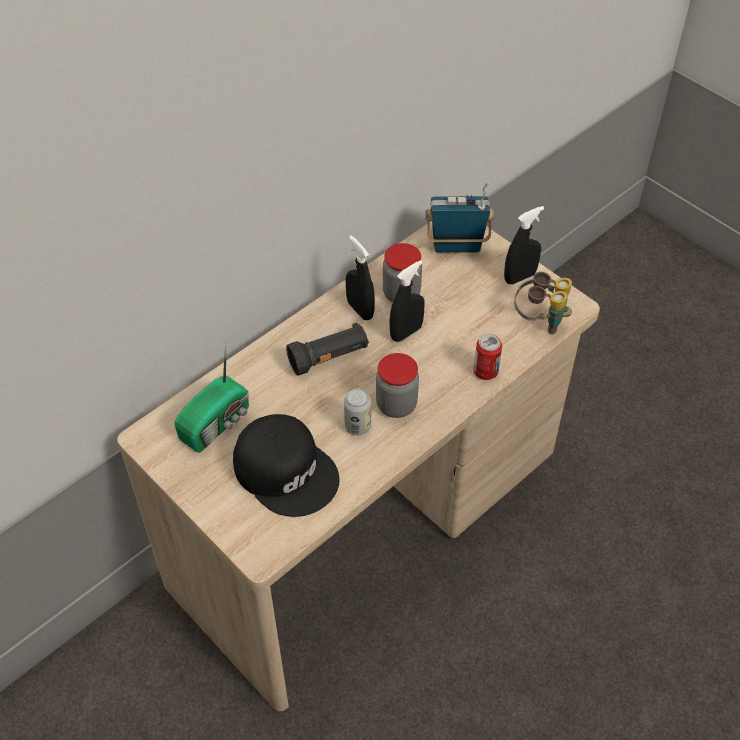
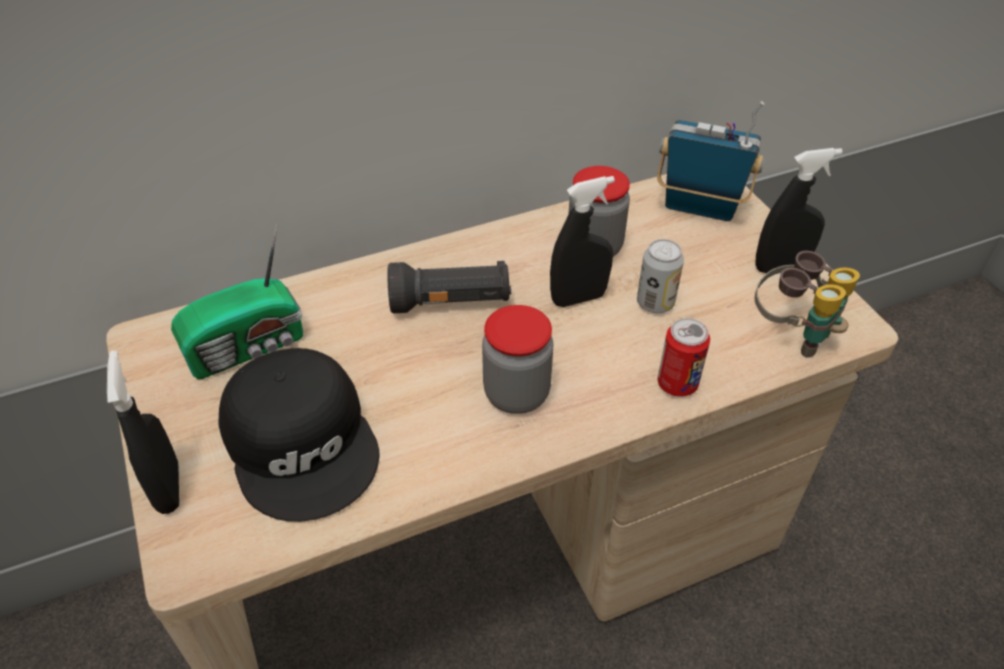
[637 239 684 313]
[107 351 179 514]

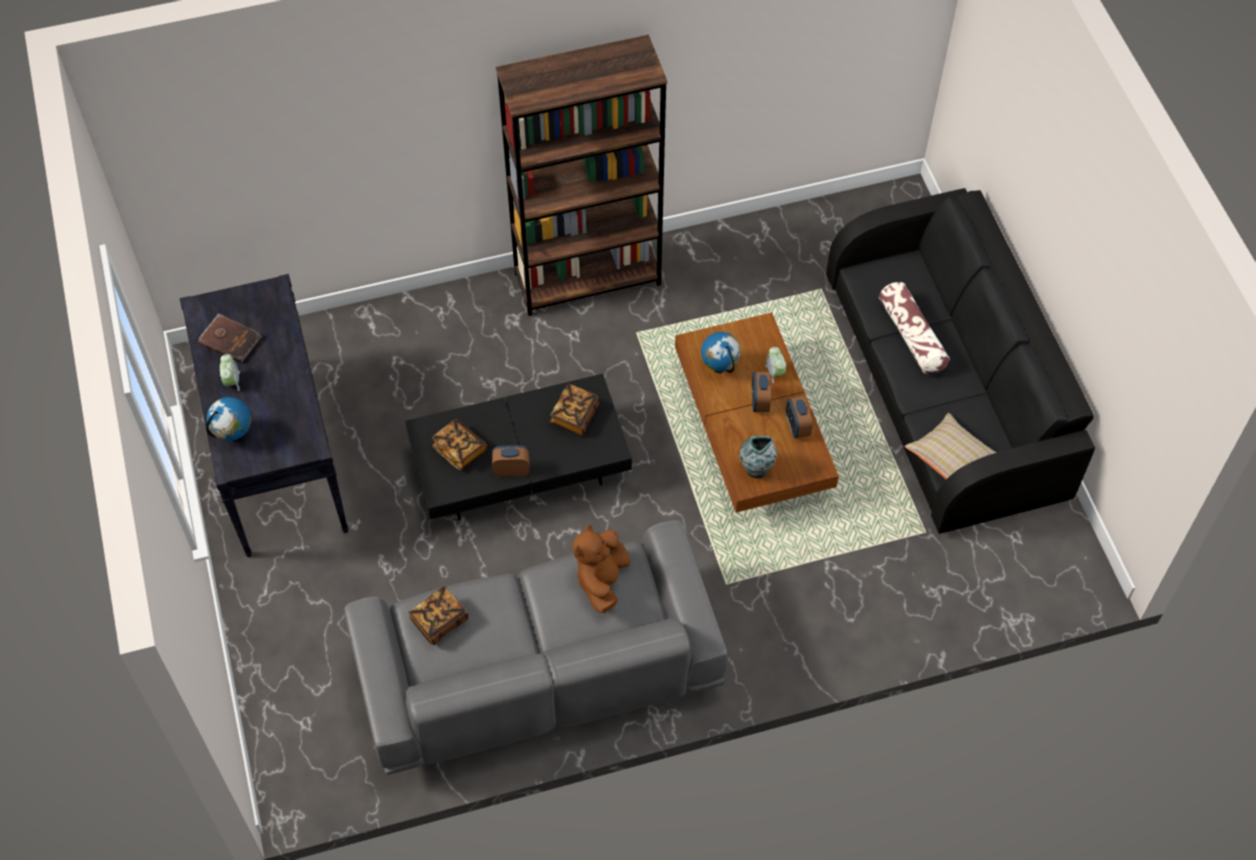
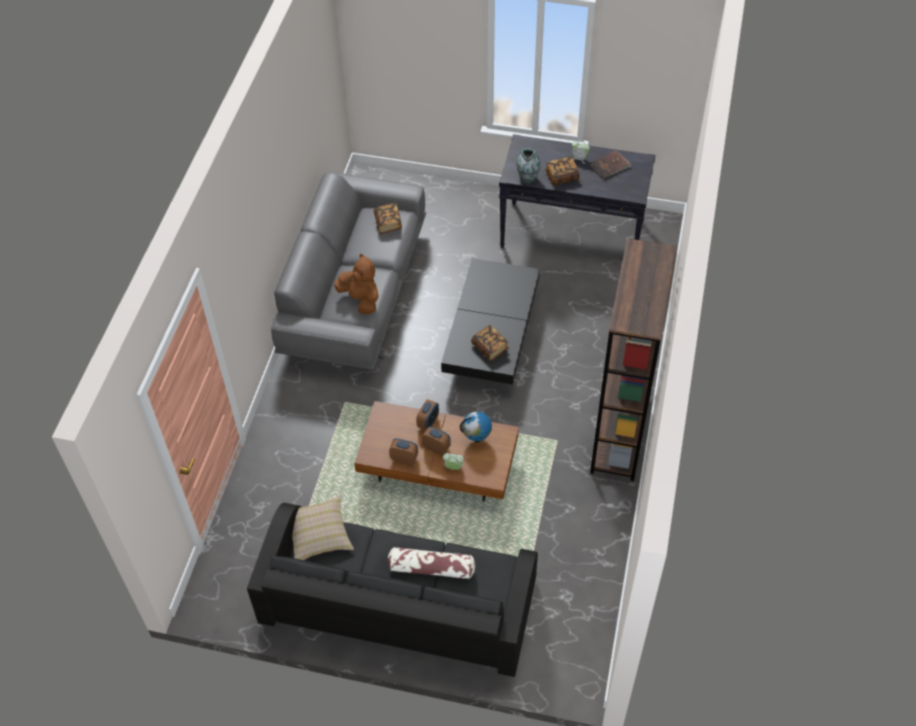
[206 397 251 442] (first image)
[545 157 580 186]
[416 399 439 430]
[516 149 541 184]

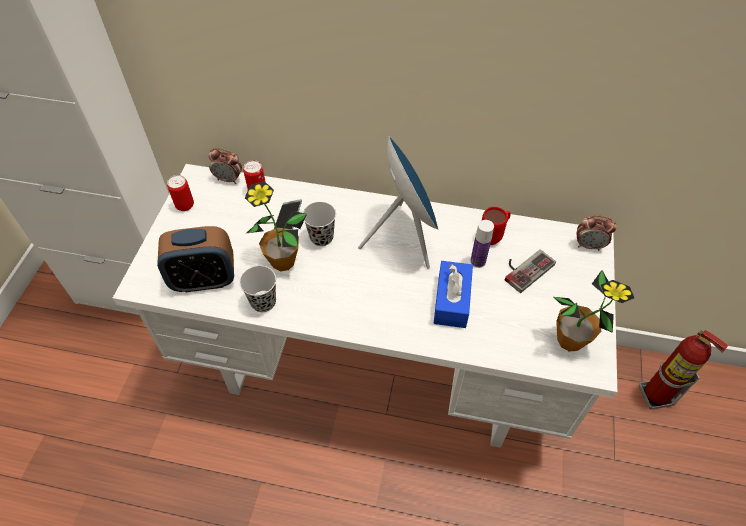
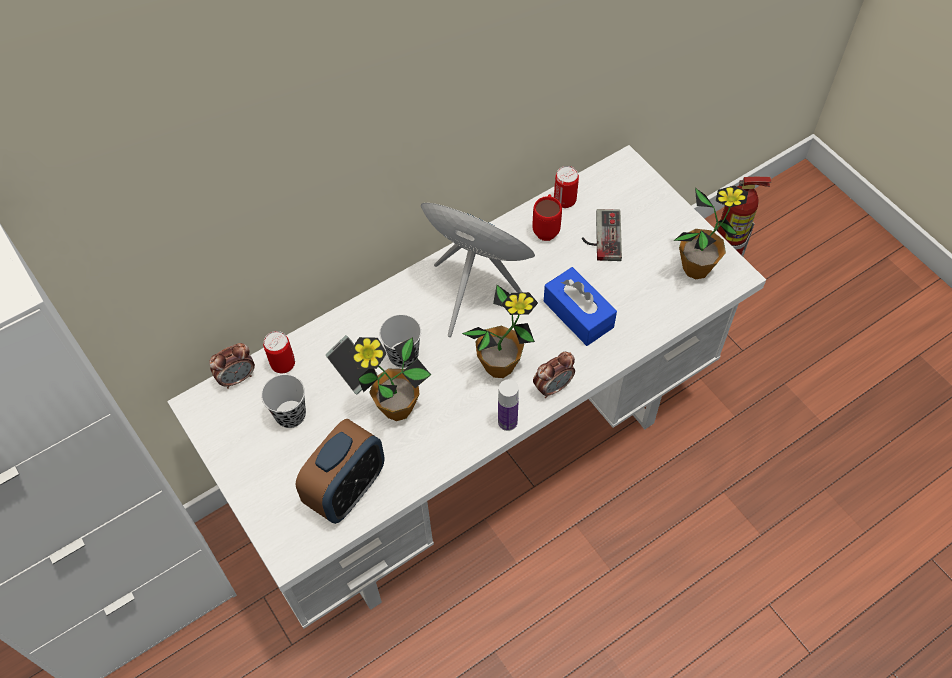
[554 166 579 208]
[261 374 306 428]
[498 379 519 431]
[533 352 575 398]
[462 285 538 378]

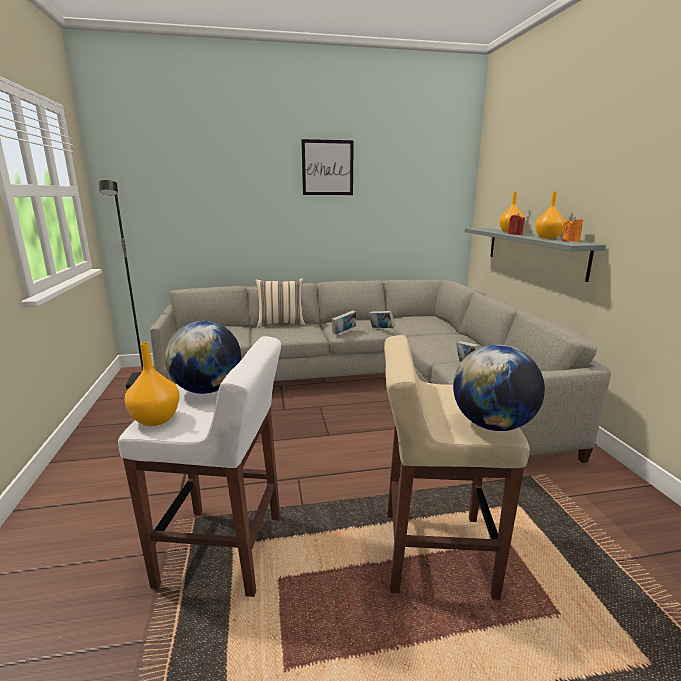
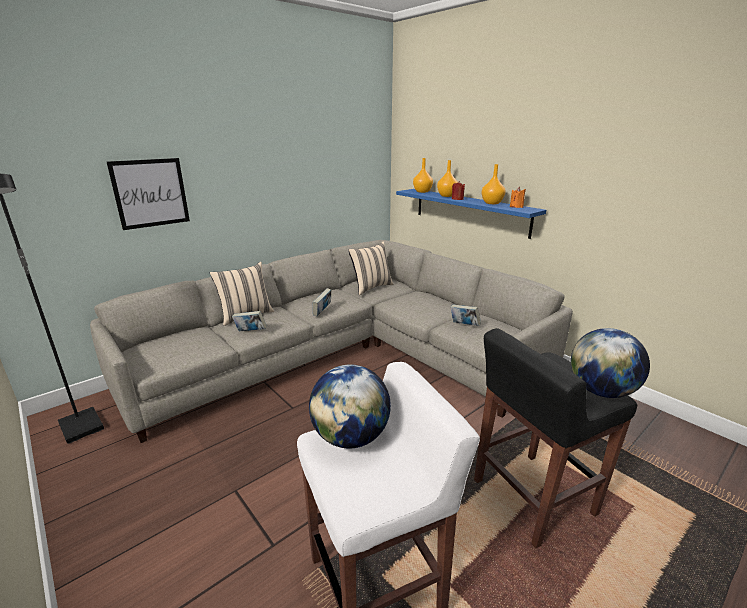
[413 158 433 193]
[107 158 190 230]
[232 311 267 331]
[474 328 637 548]
[396 189 546 239]
[349 241 393 295]

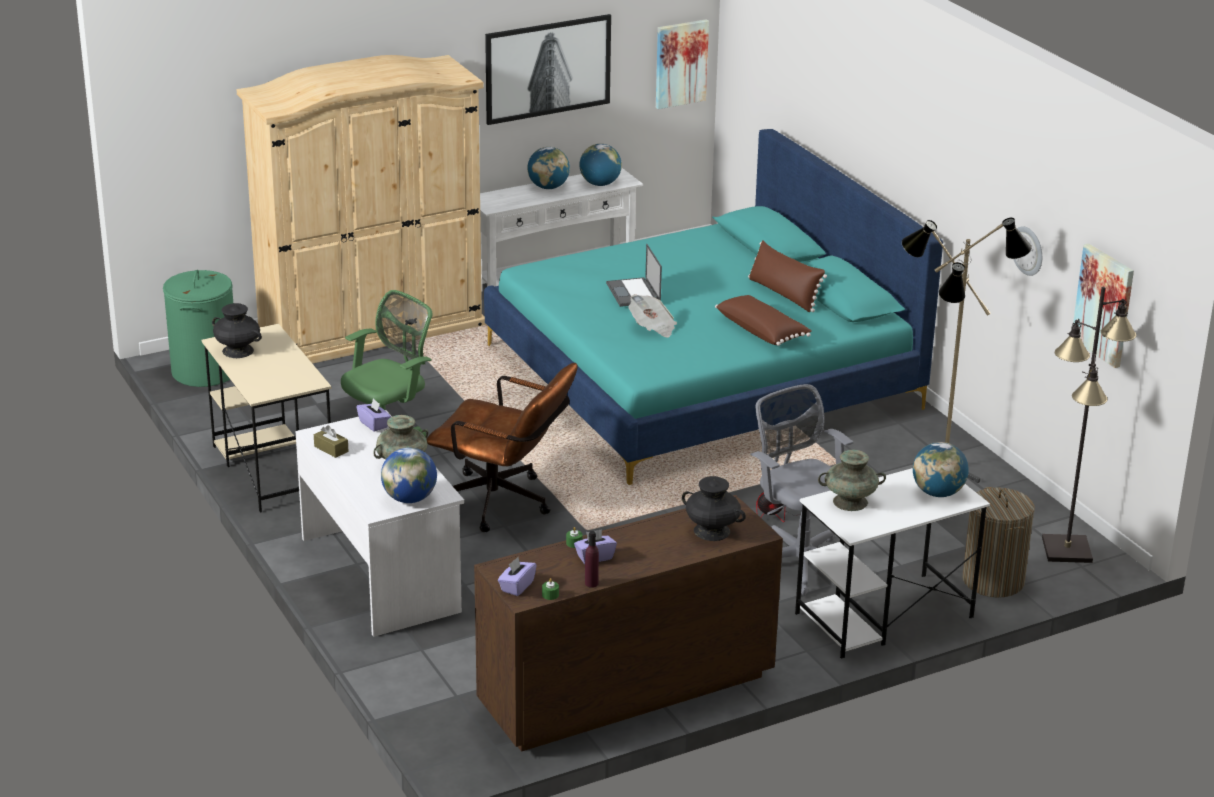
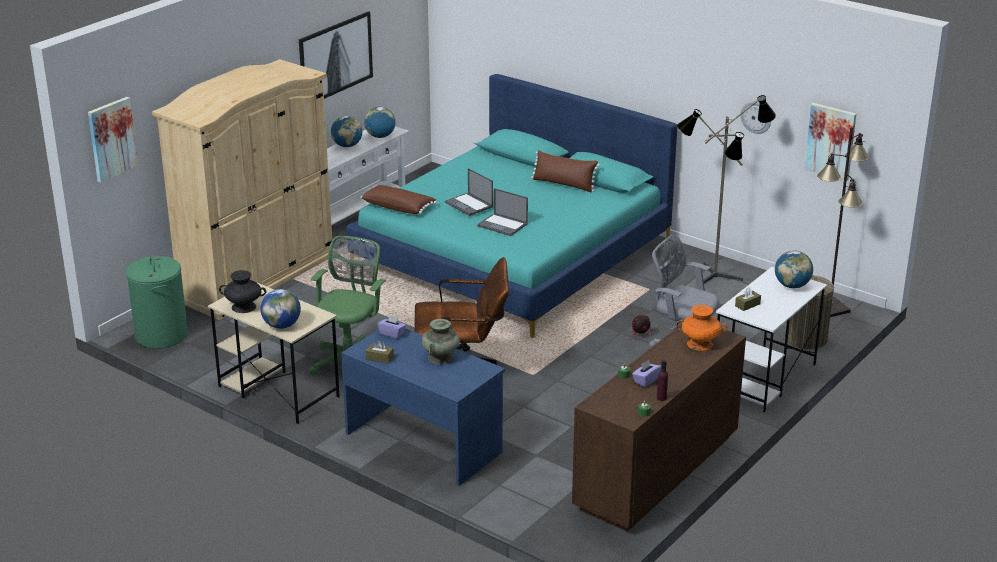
[341 328 505 486]
[261 289 301 329]
[498 557 537 596] (first image)
[477 188 528 236]
[88 97 138 183]
[676 305 728 351]
[360 185 437 214]
[735 287 761 311]

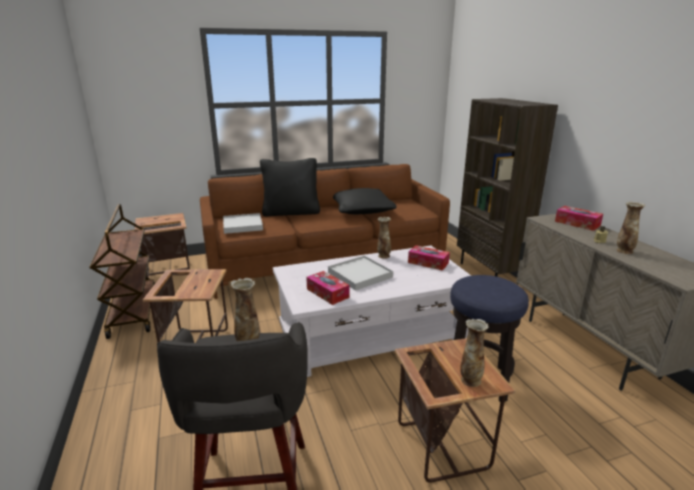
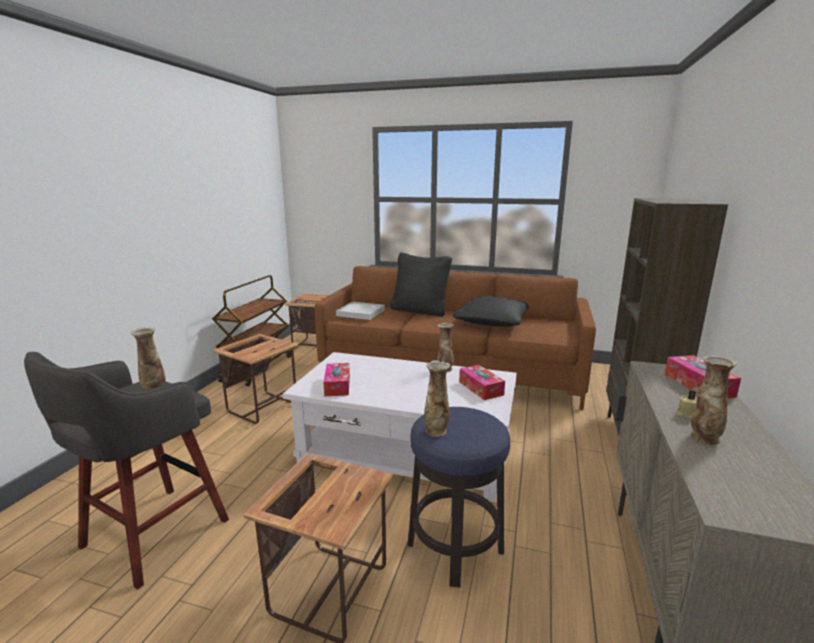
[328 255 393 291] (first image)
[424 360 450 437]

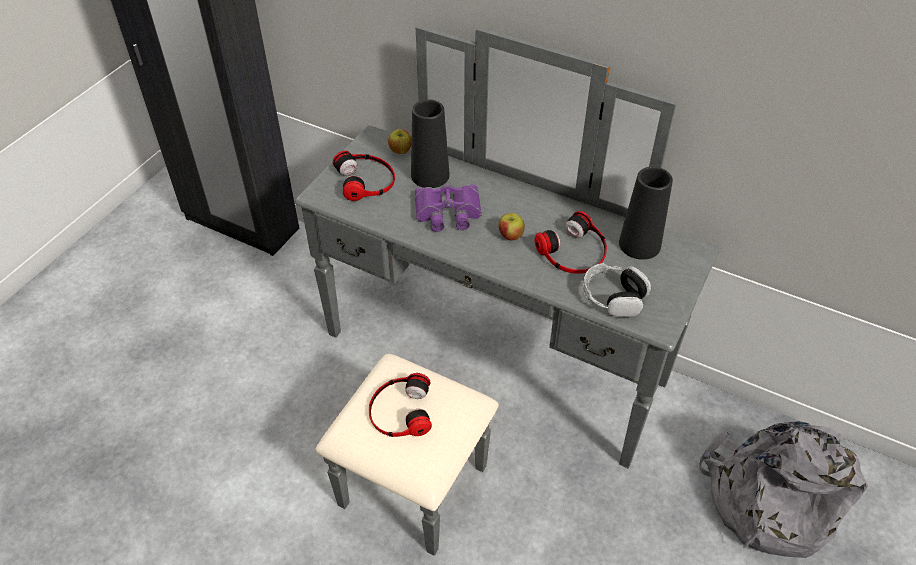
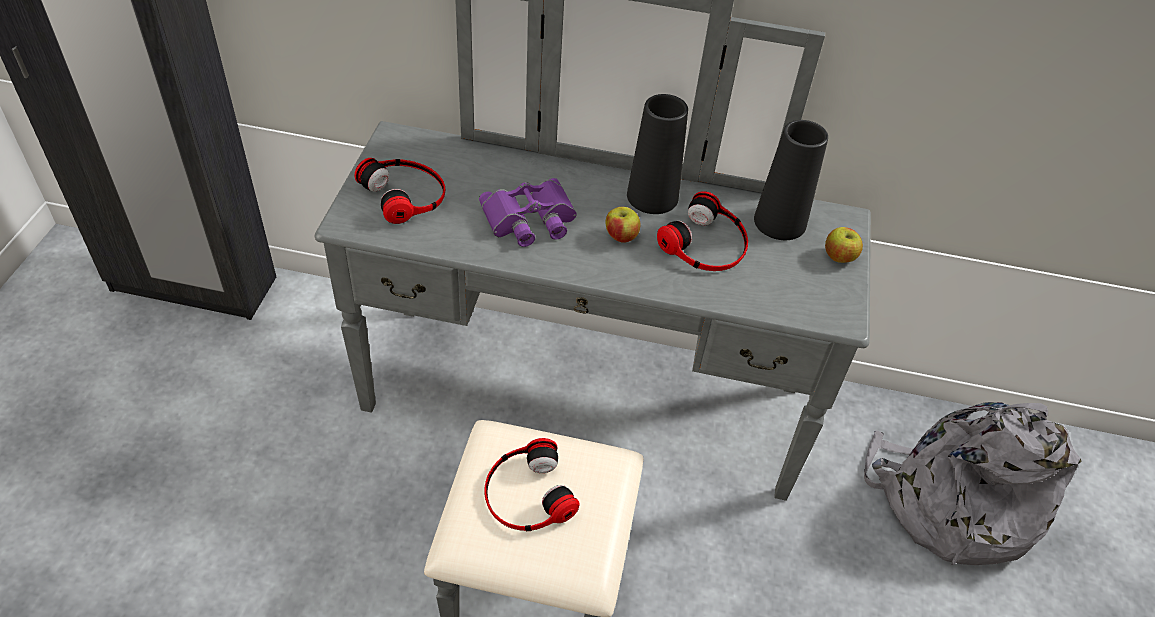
[825 227 863 263]
[627 94 688 214]
[583 263 651 317] (first image)

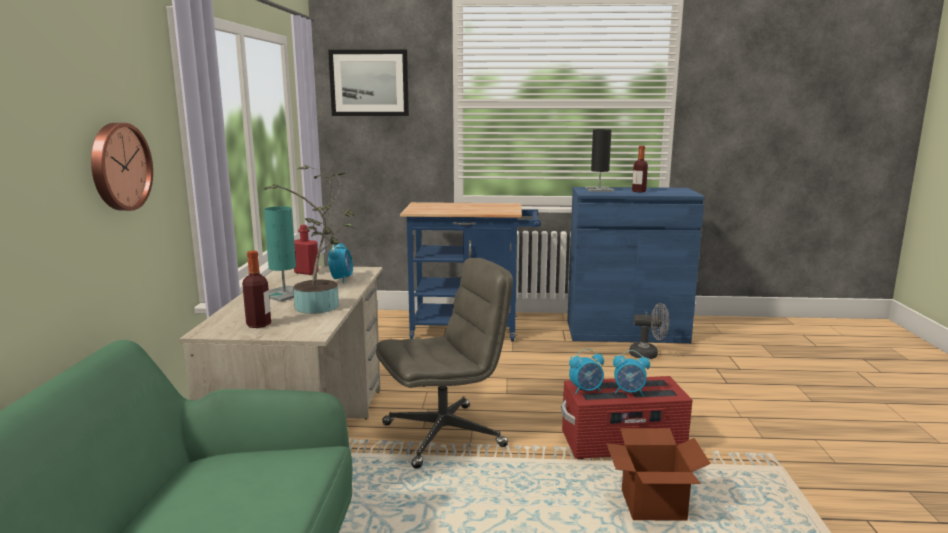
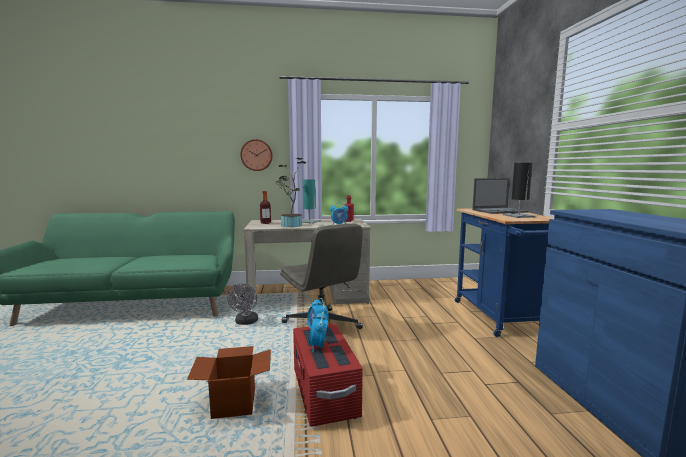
[328 50 409 116] (first image)
[503 163 536 218]
[227 283 258 325]
[632 146 648 192] (first image)
[472 178 528 214]

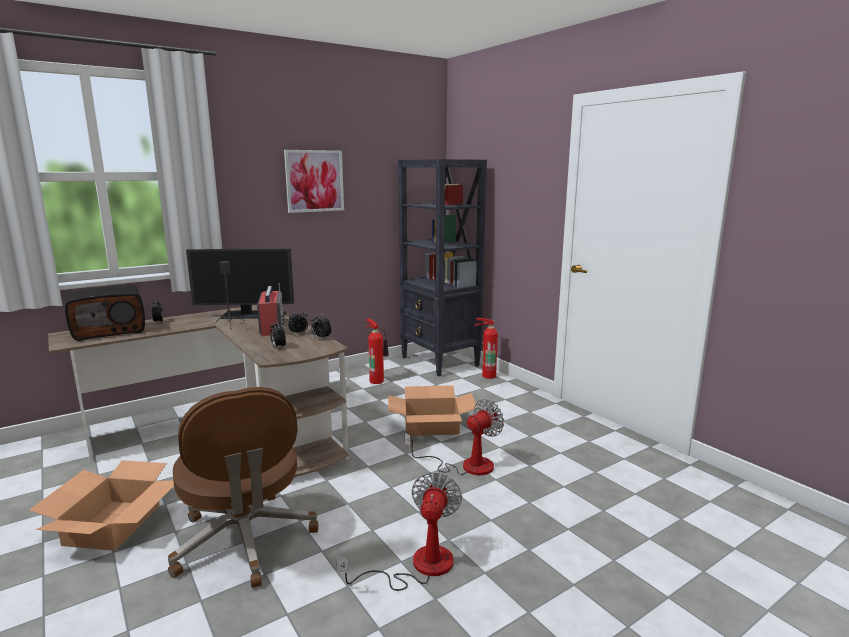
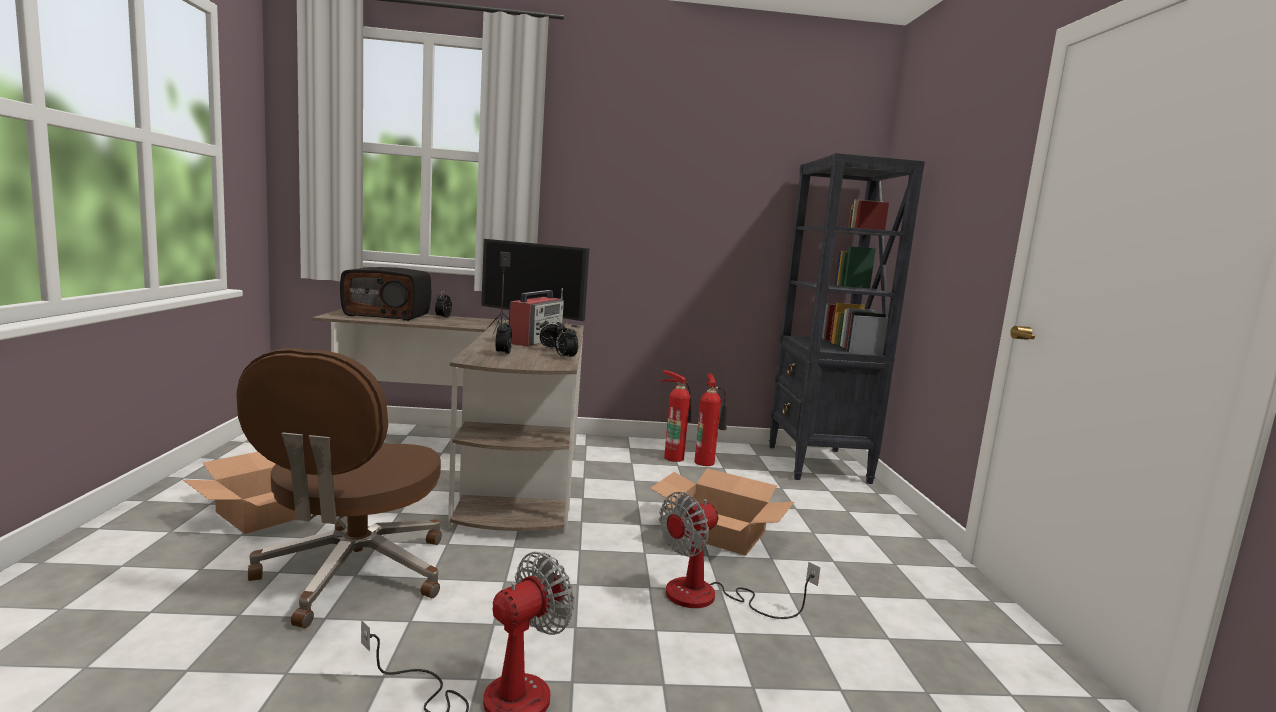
[284 150 344 213] (first image)
[659 492 820 619]
[661 370 691 462]

